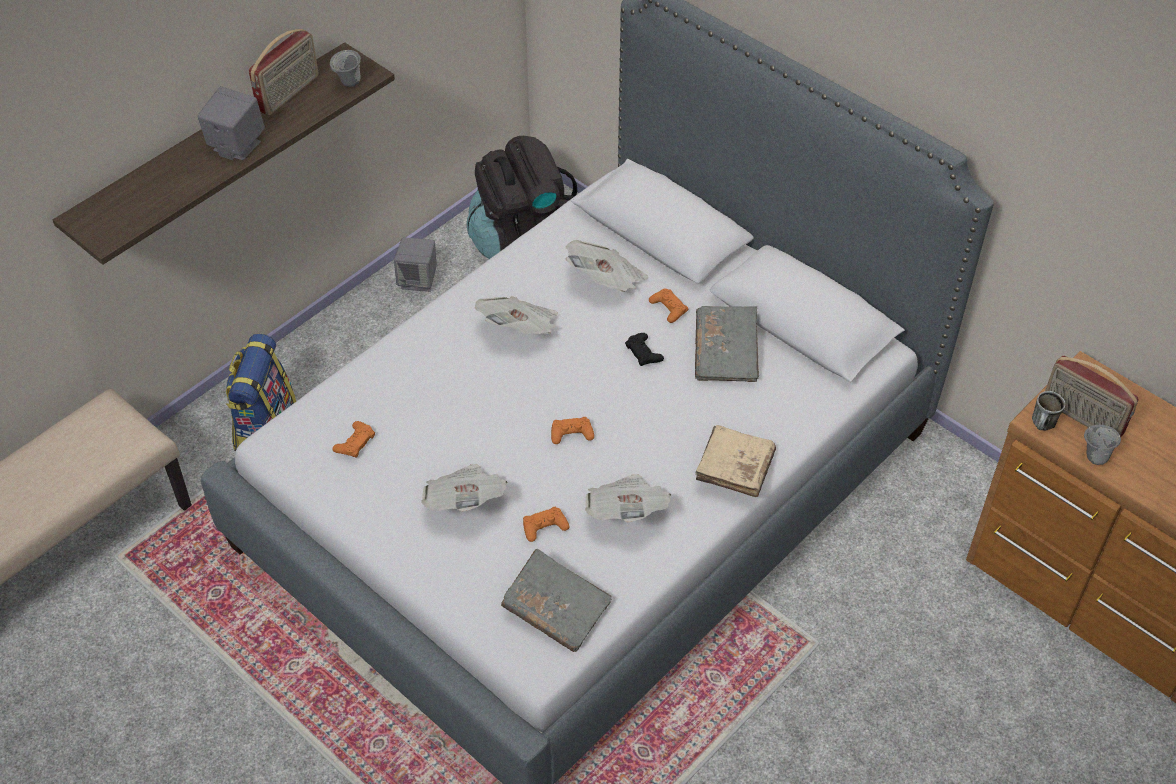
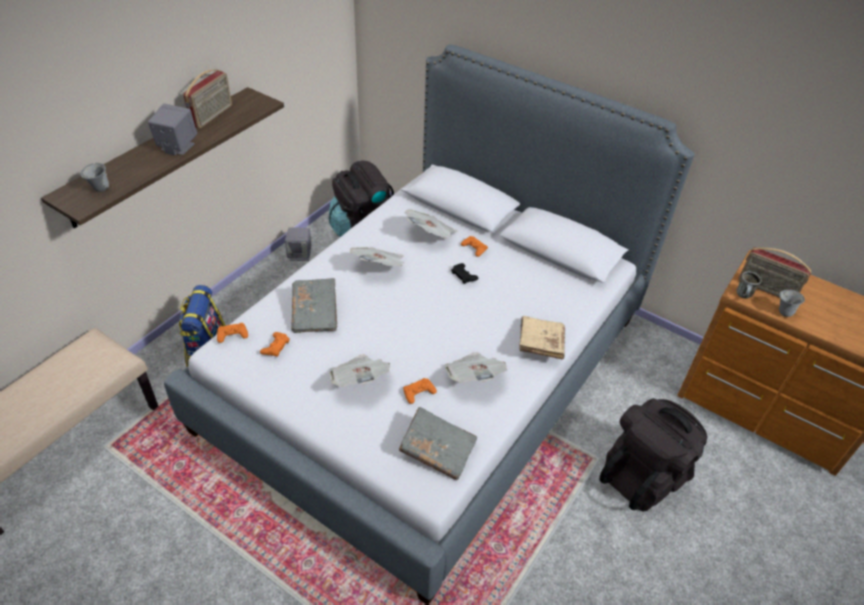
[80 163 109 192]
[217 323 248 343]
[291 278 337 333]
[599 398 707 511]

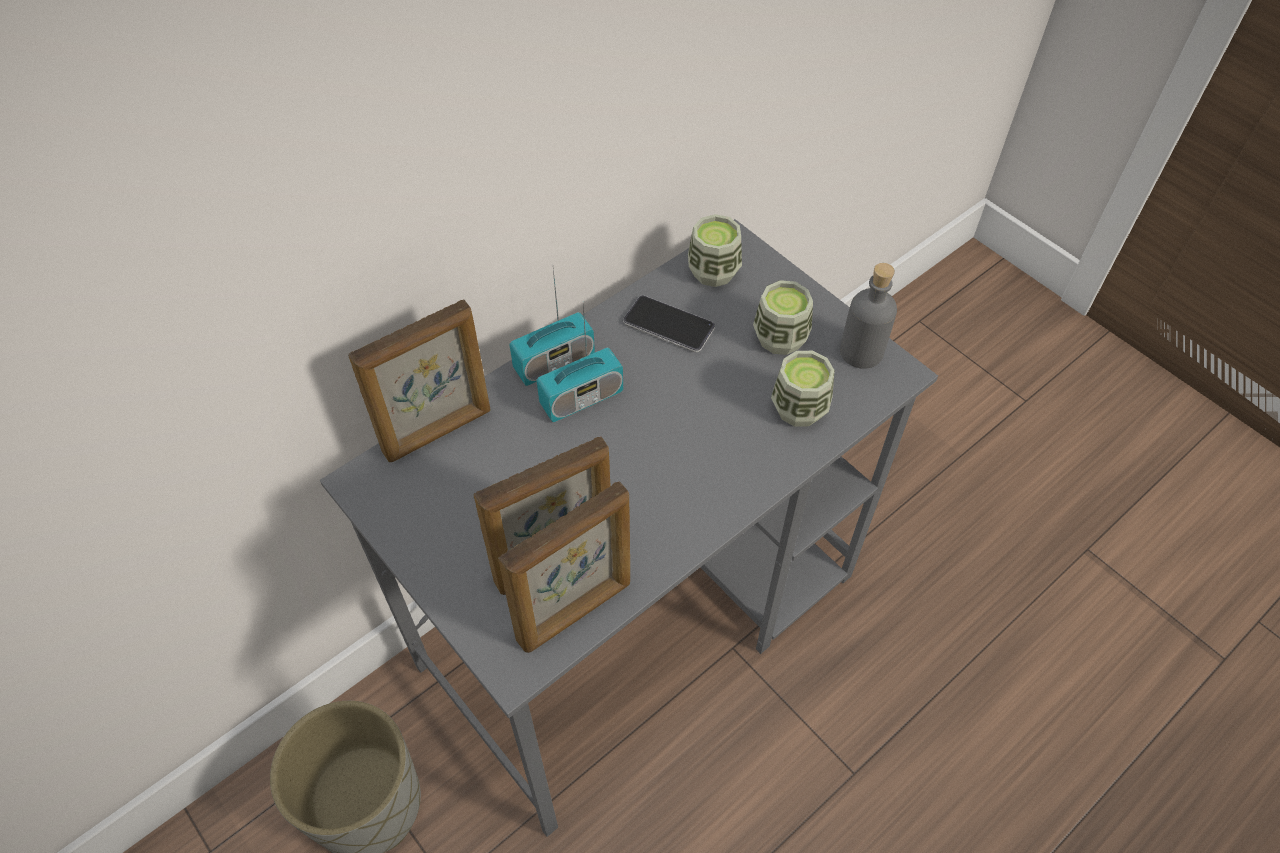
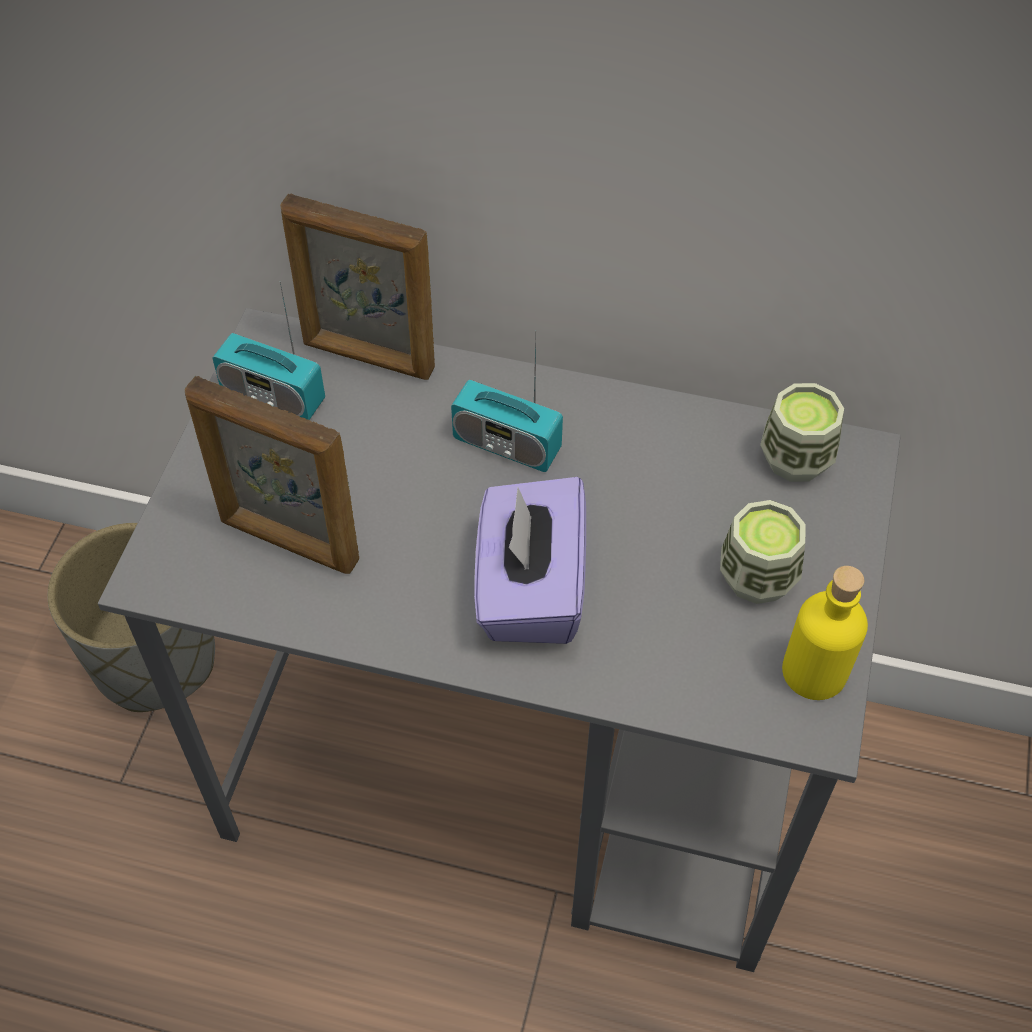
[498 481 630 653] (first image)
[213 281 325 420]
[623 295 715 352] (first image)
[771 351 835 427] (first image)
[782 566 868 700]
[474 477 586 644]

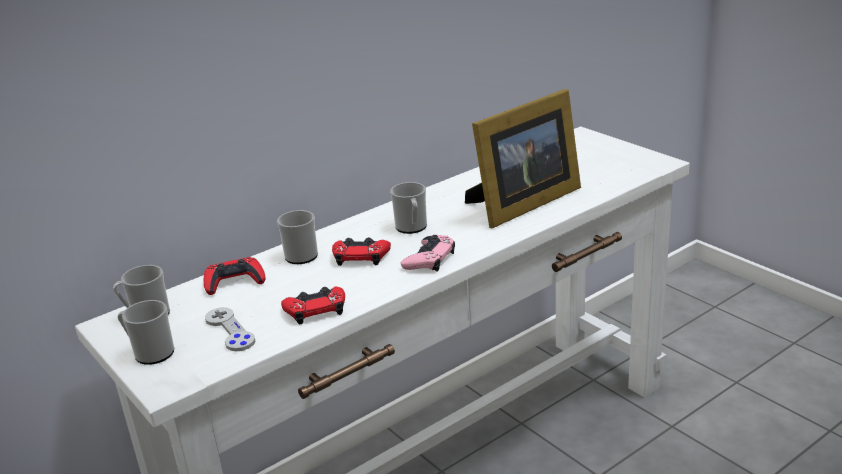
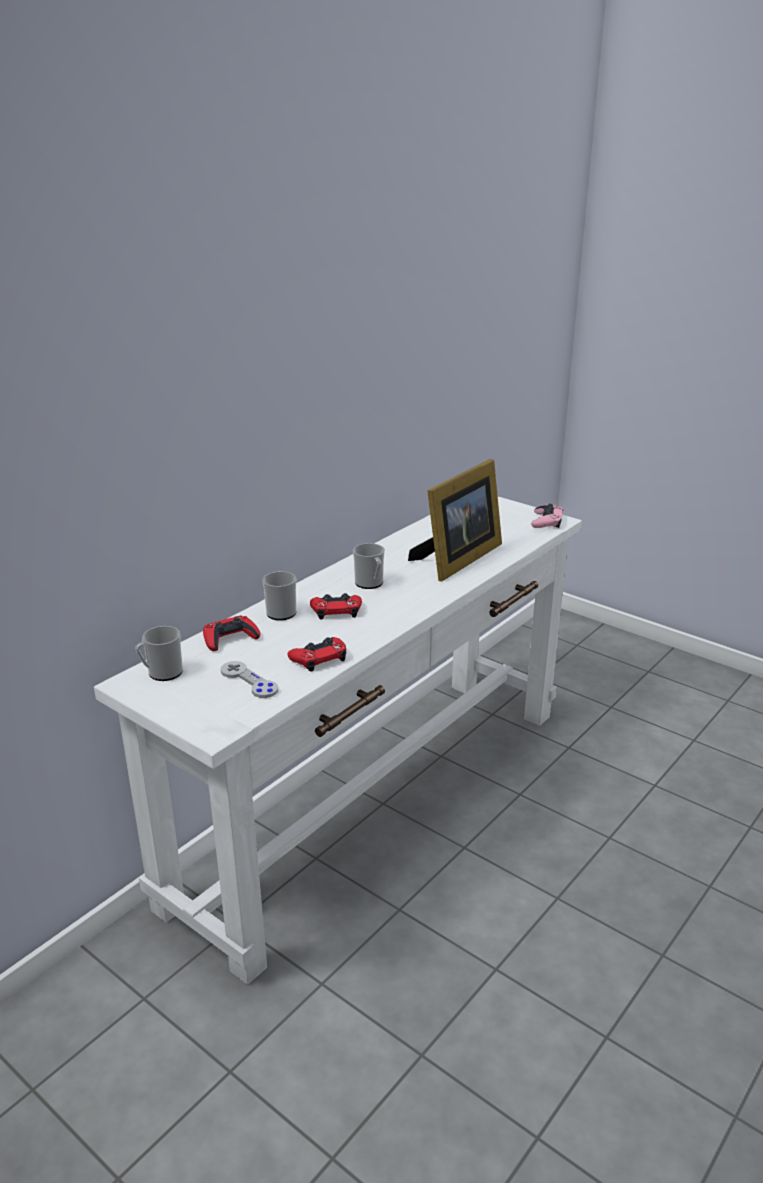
[118 300 174 365] (first image)
[531 503 563 528]

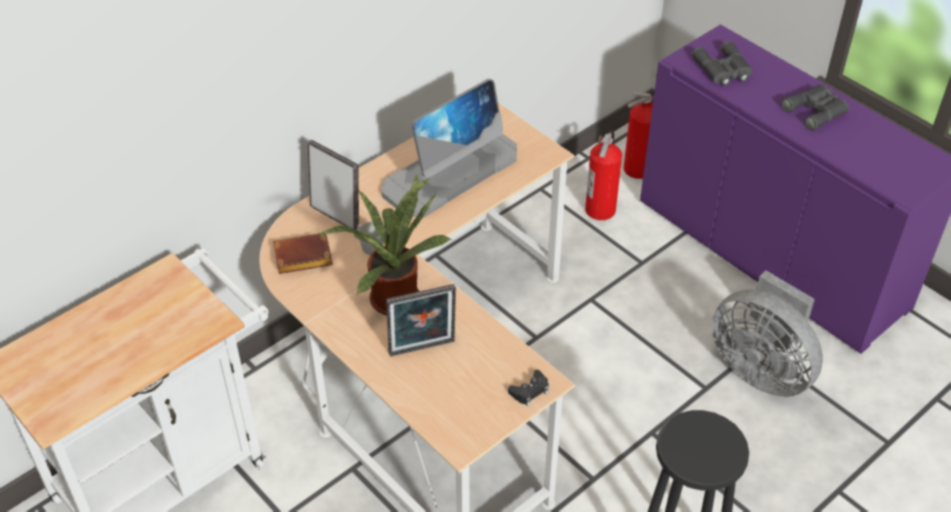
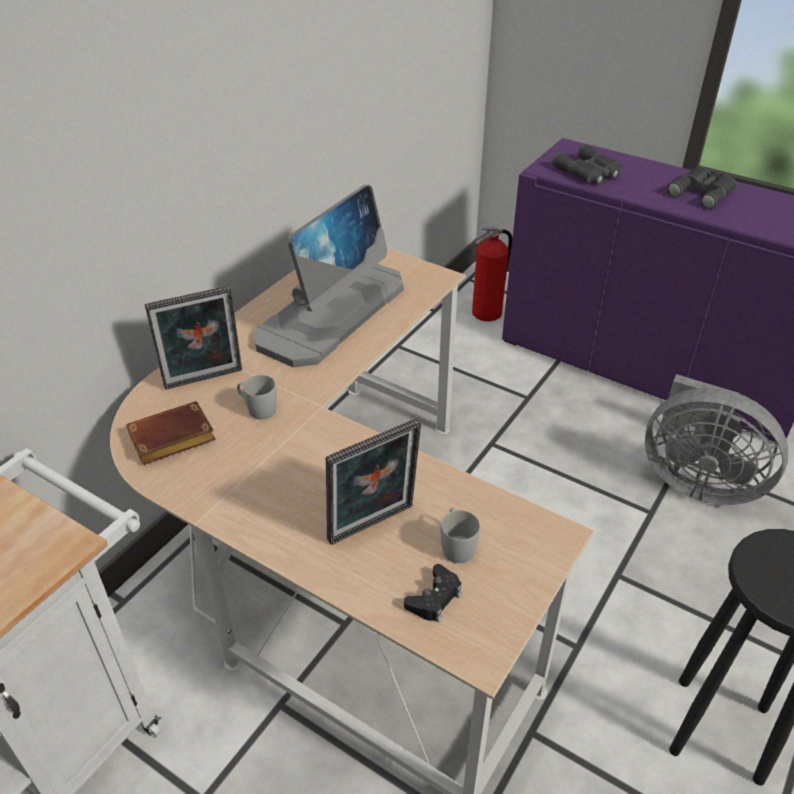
[144 286 242 390]
[317 174 453 315] (first image)
[404 564 462 622]
[585 131 622 220] (first image)
[440 508 480 563]

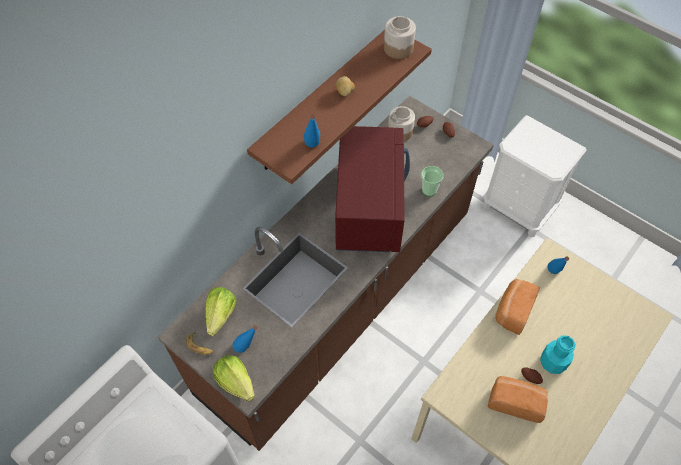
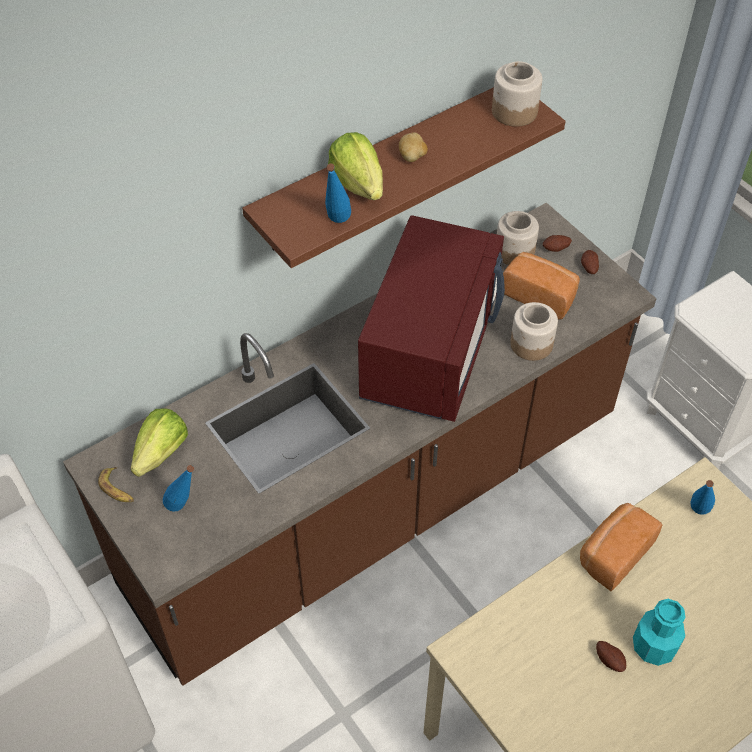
[328 132 383 200]
[510 302 558 361]
[503 252 580 319]

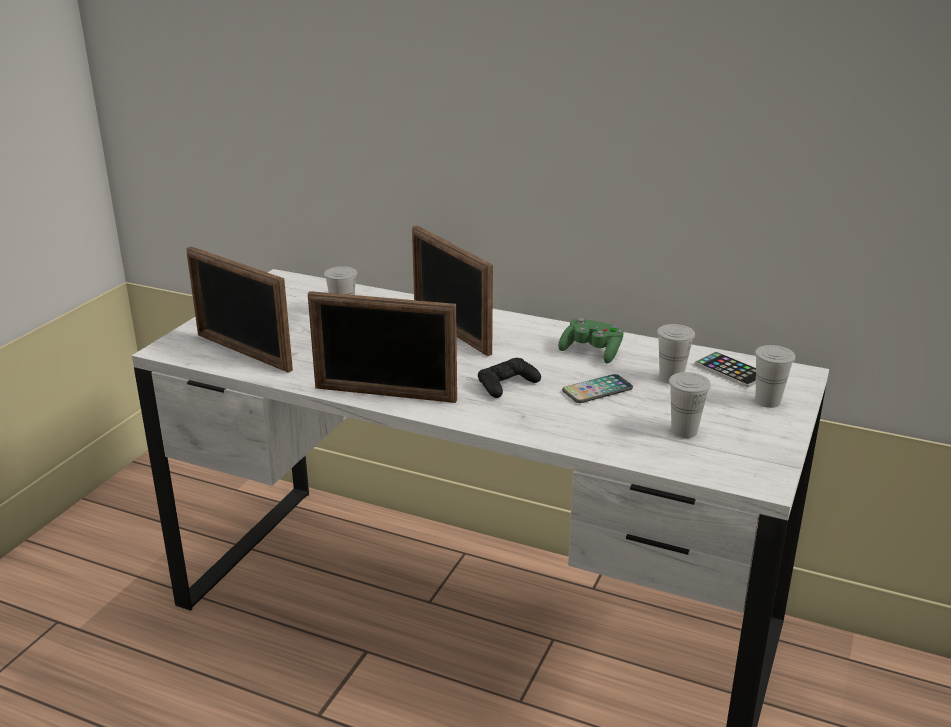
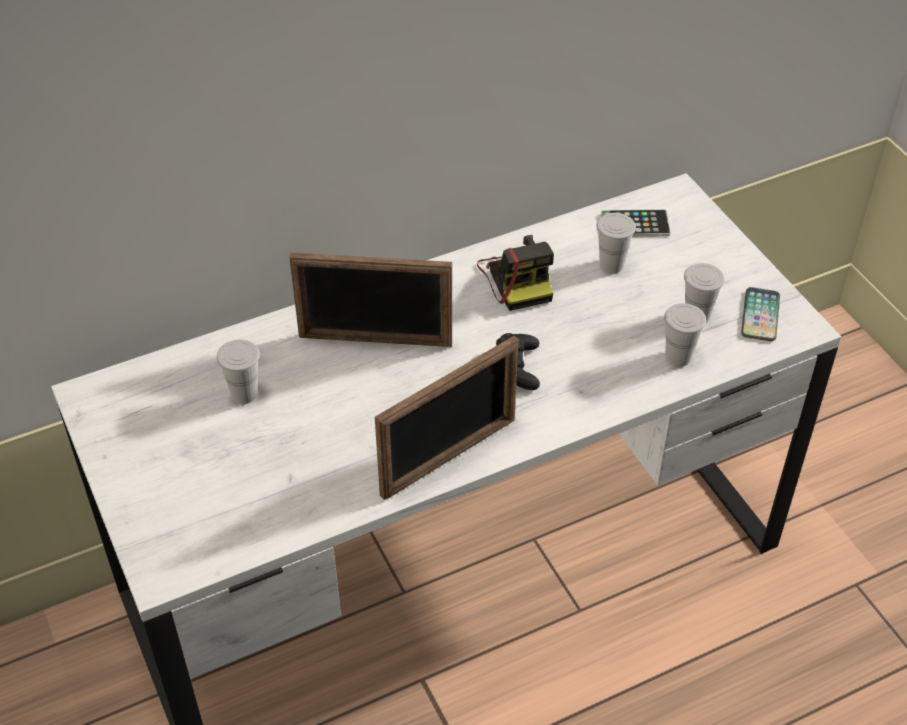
[186 247 293 373] (first image)
[477 235 554 311]
[741 287 780 341]
[664 303 706 367]

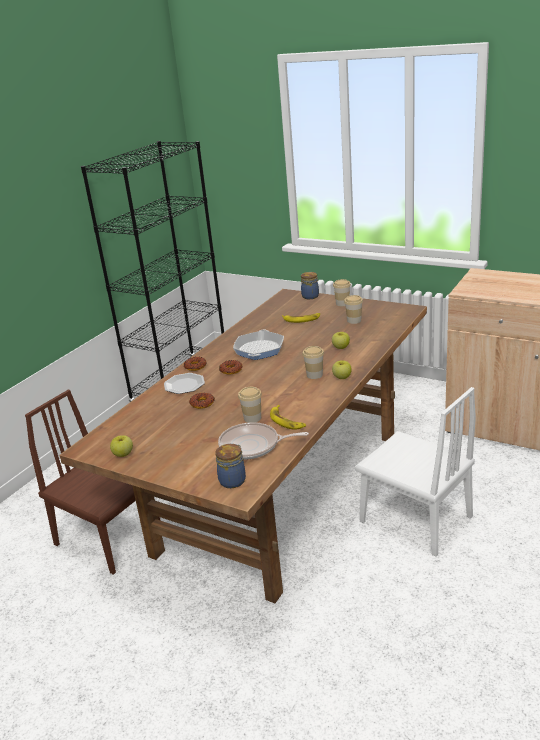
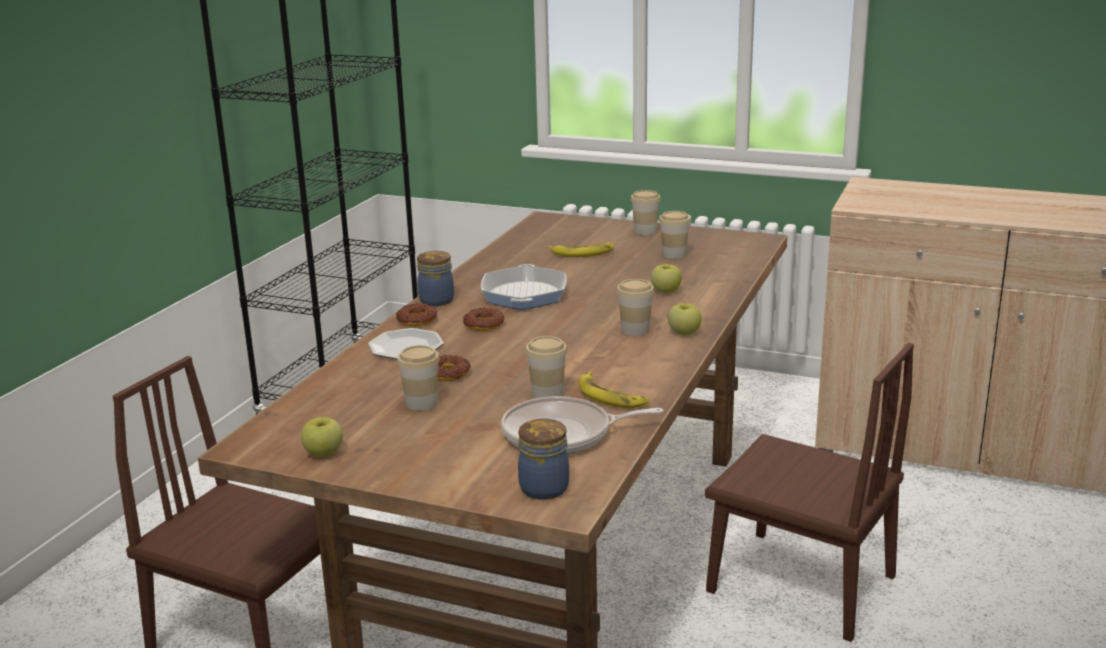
[417 251 454 306]
[705 343 914 642]
[397 345 440 411]

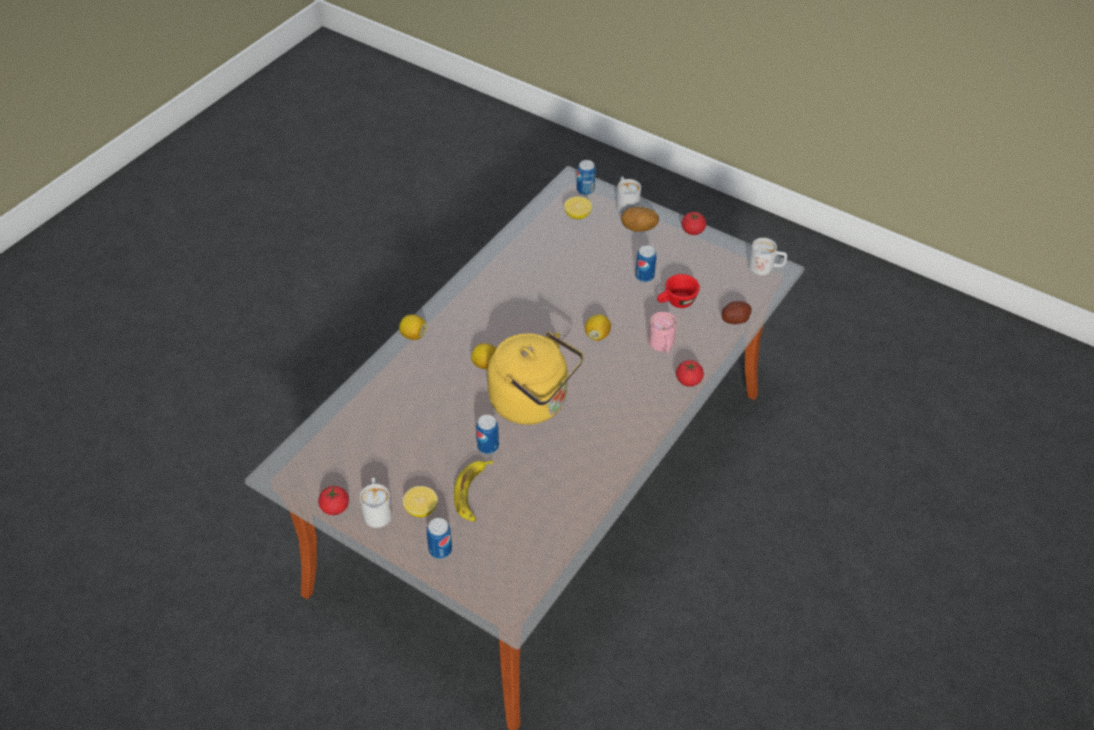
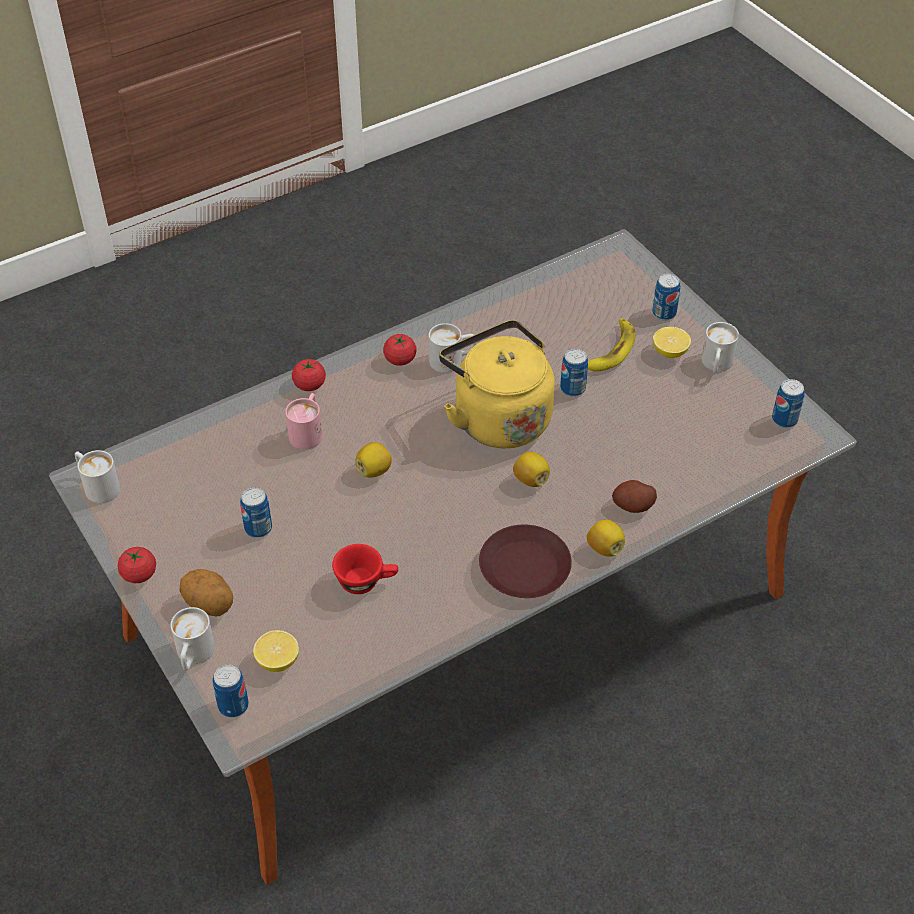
[383 334 417 366]
[332 544 398 594]
[612 480 657 513]
[429 323 476 373]
[479 525 572 598]
[772 379 805 428]

